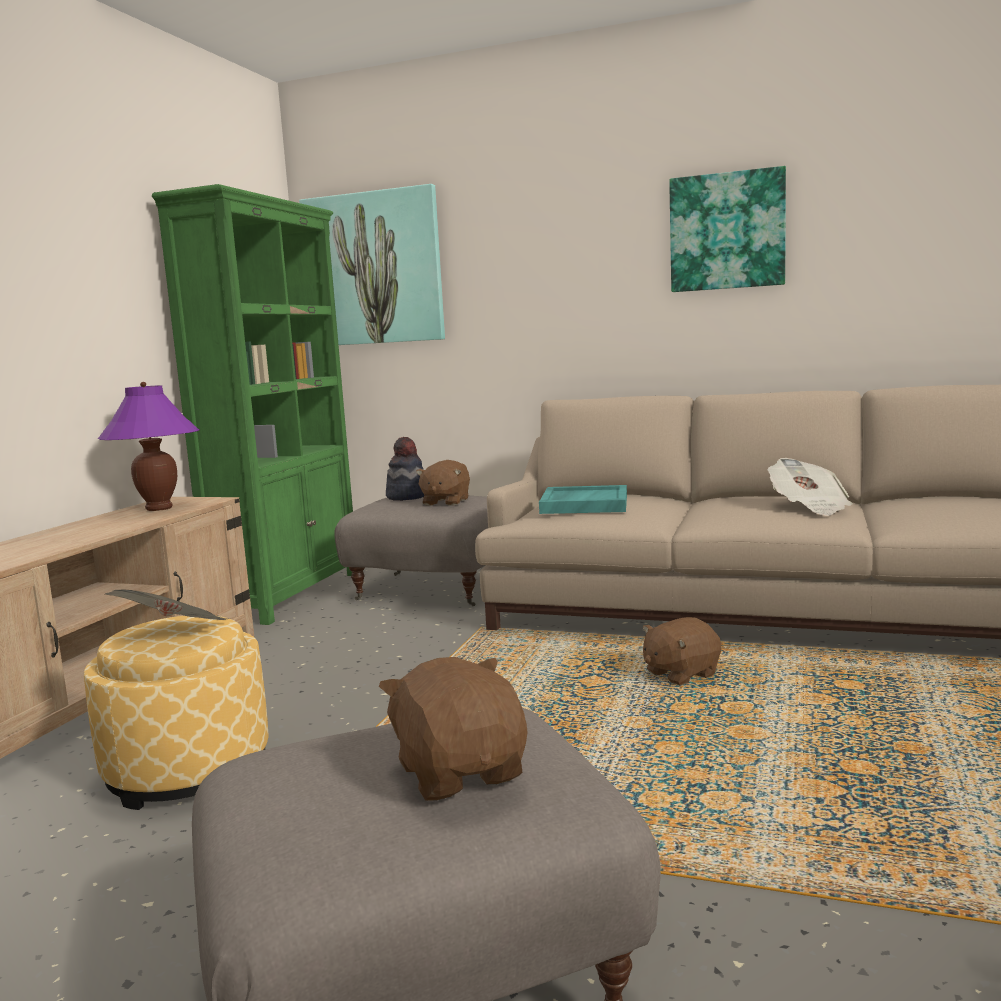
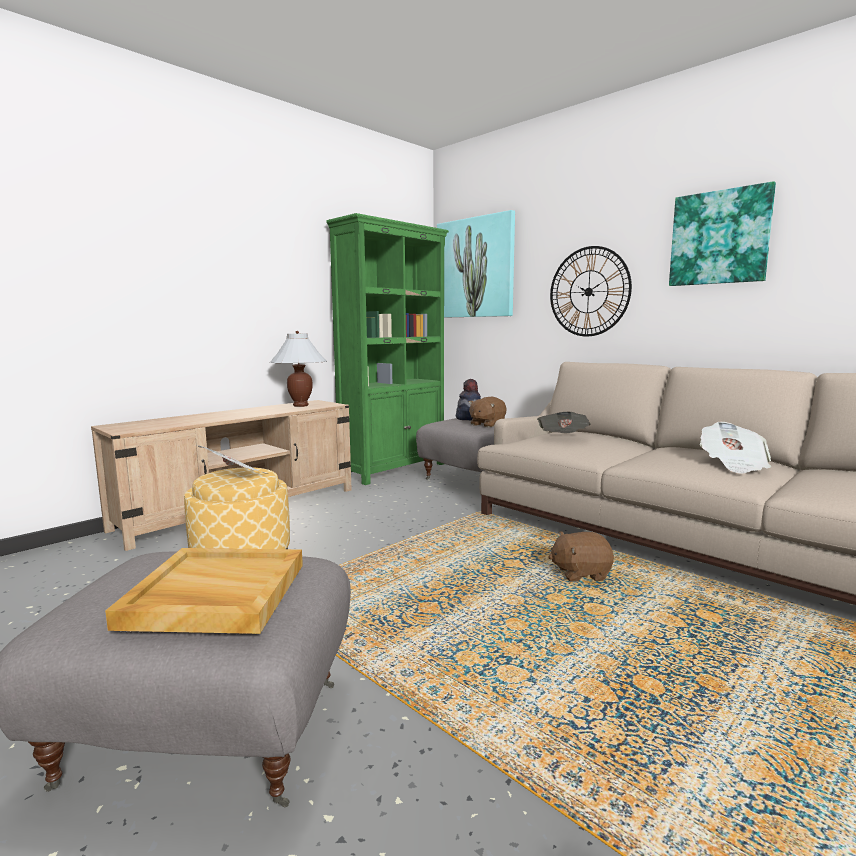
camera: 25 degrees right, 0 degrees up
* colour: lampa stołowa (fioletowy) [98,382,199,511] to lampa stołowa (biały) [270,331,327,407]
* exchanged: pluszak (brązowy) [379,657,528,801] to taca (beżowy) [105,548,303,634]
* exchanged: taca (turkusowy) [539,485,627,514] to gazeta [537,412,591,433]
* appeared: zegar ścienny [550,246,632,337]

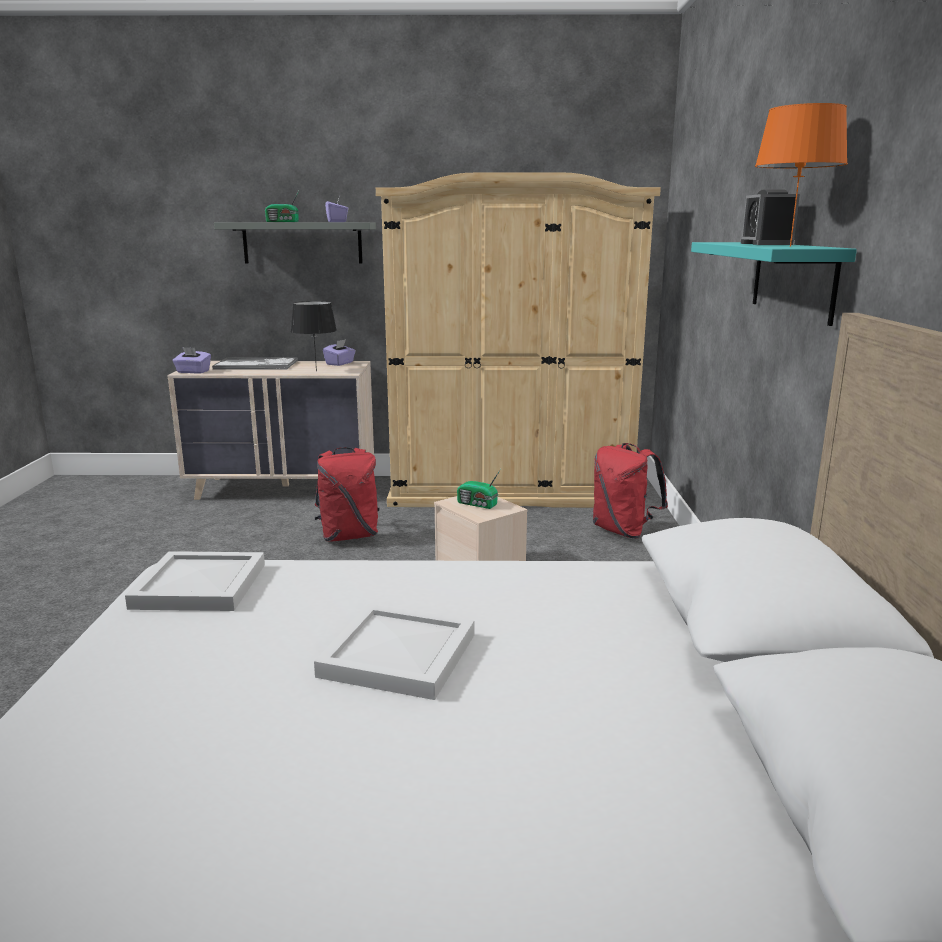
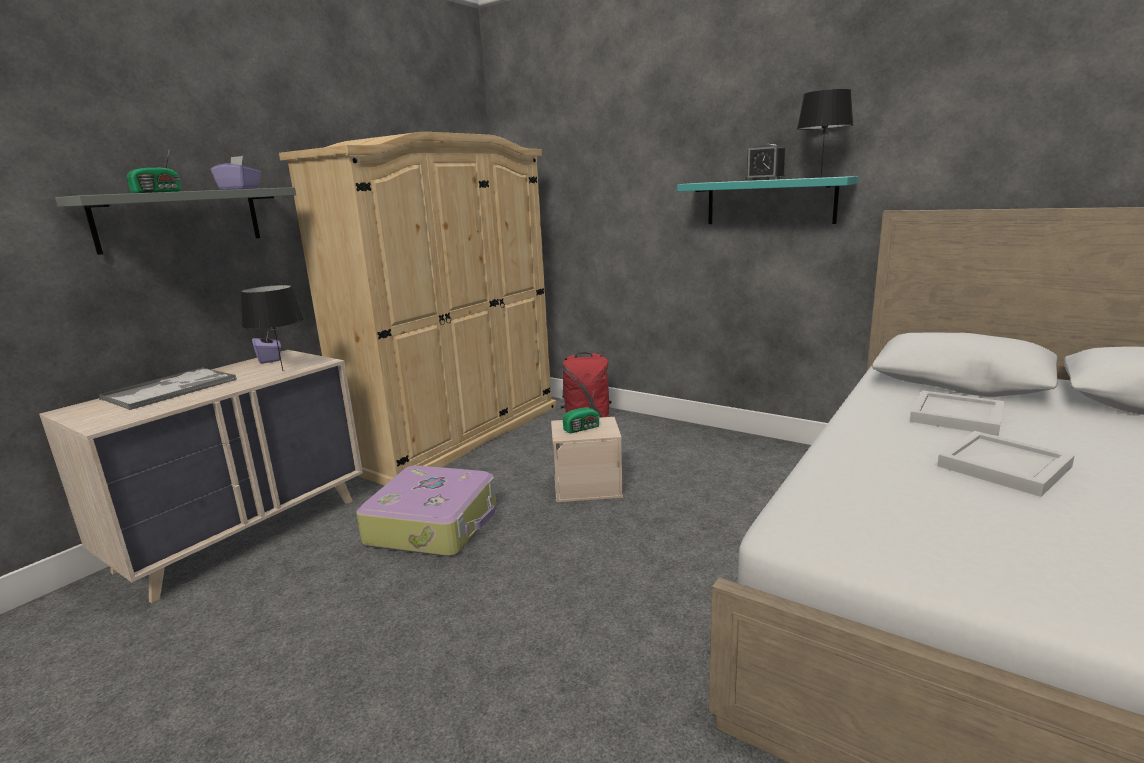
camera: 55 degrees left, 0 degrees up
* relocated: taca (biały) [125,551,265,611] to [910,390,1004,436]
* missing: pudełko chusteczek (fioletowy) [172,347,211,374]
* exchanged: plecak (czerwony) [315,447,380,542] to walizka [356,465,496,556]
* colour: lampa stołowa (pomarańczowy) [755,103,848,247] to lampa stołowa (czarny) [797,89,853,178]

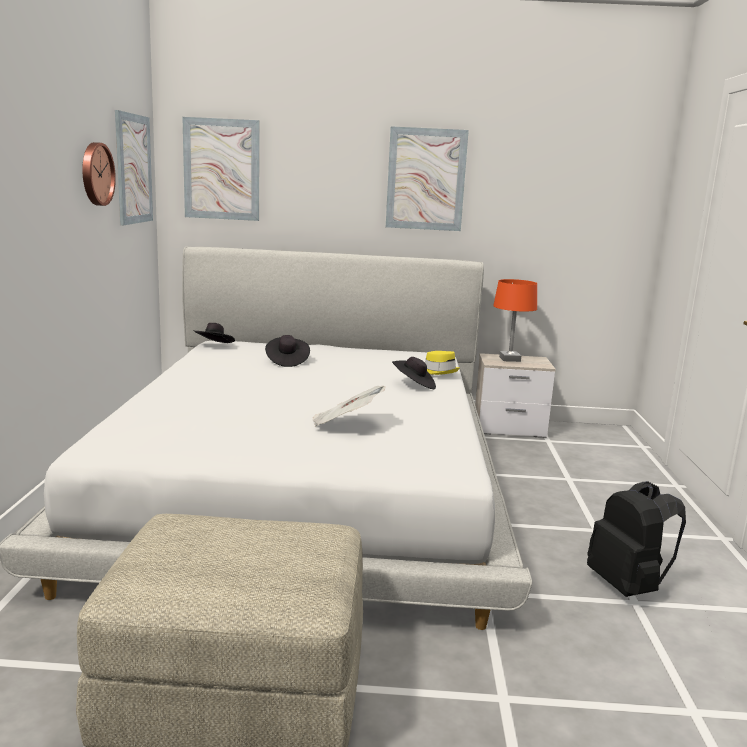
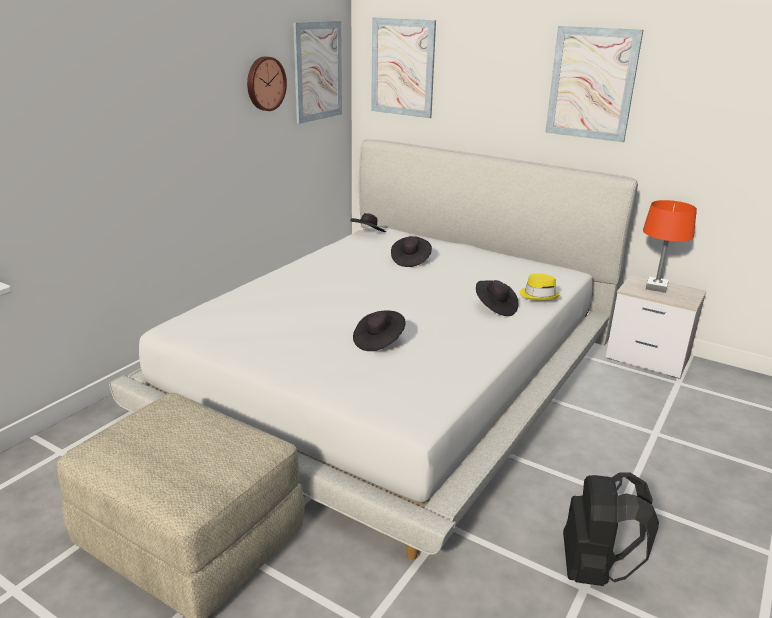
camera: 30 degrees right, 10 degrees up
* exchanged: gazeta [312,385,385,427] to kapelusz (czarny) [353,311,406,351]

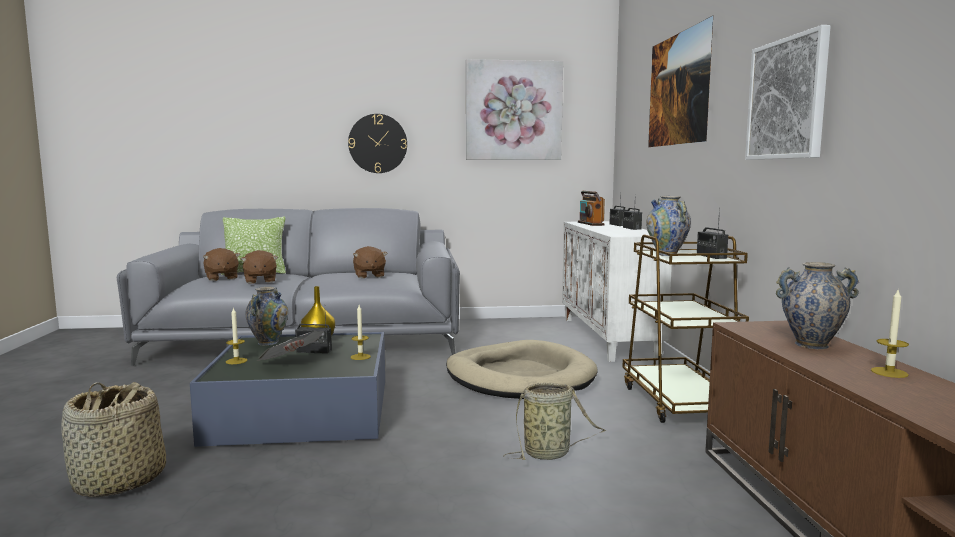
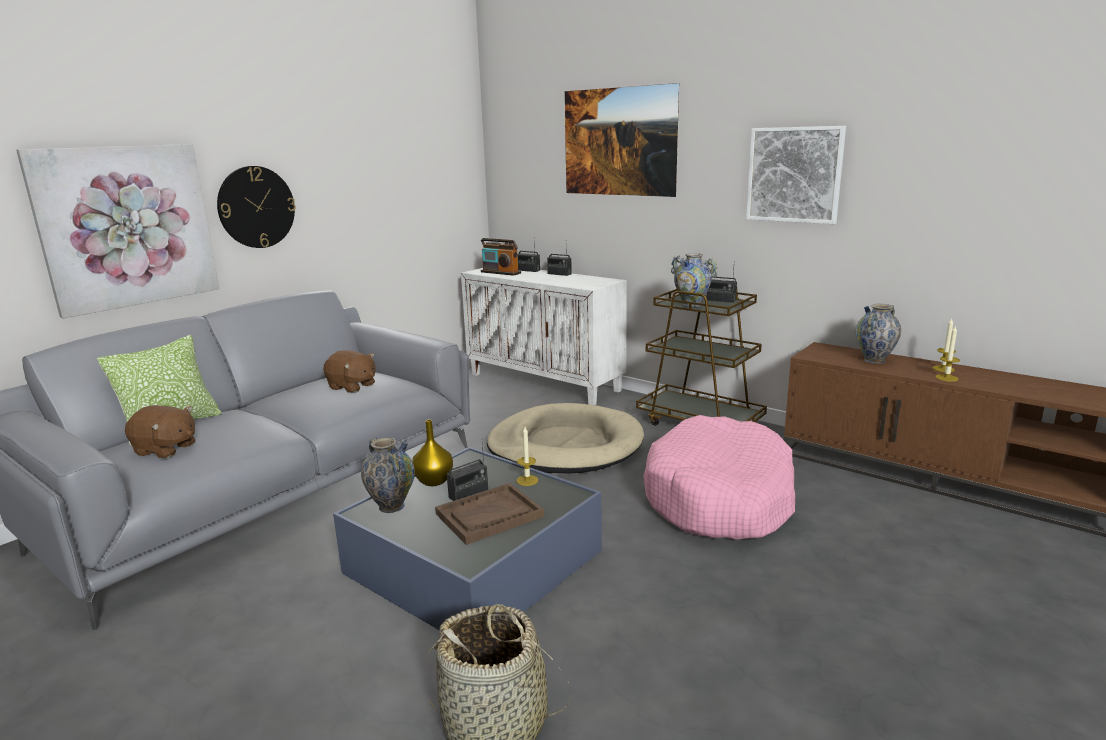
camera: 45 degrees left, 10 degrees up
* relocated: świeca [226,307,248,364] to [935,325,960,382]
* missing: pluszak (brązowy) [241,250,278,284]
* exchanged: gazeta [257,331,324,361] to taca (brązowy) [435,483,544,545]
* relocated: obraz [466,59,563,160] to [16,144,219,318]
* exchanged: koszyk [503,383,606,460] to legowisko (różowy) [643,415,795,539]

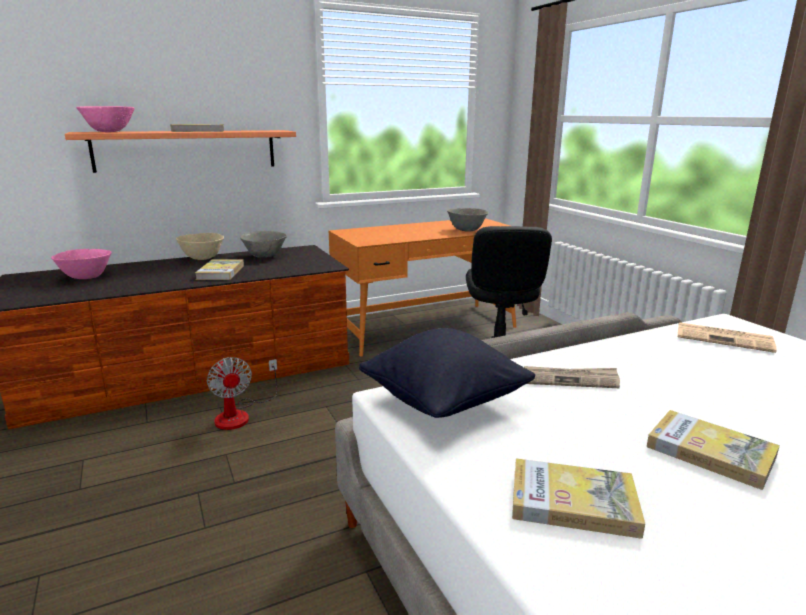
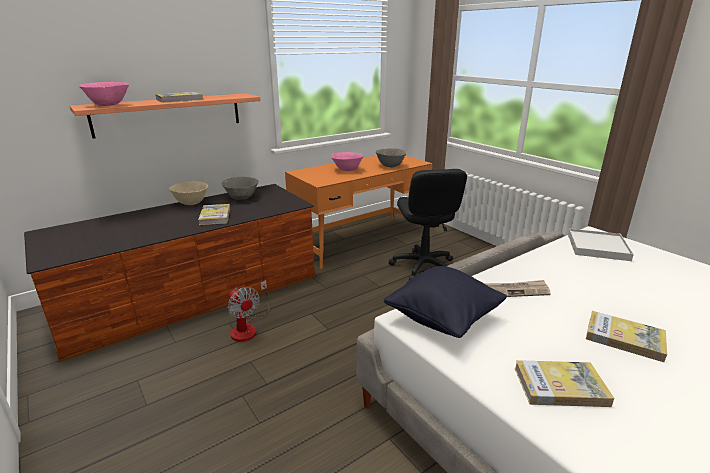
camera: 10 degrees left, 5 degrees up
* relocated: miska (różowy) [51,249,112,279] to [331,152,364,171]
* exchanged: gazeta [678,322,777,353] to taca (biały) [568,229,634,261]

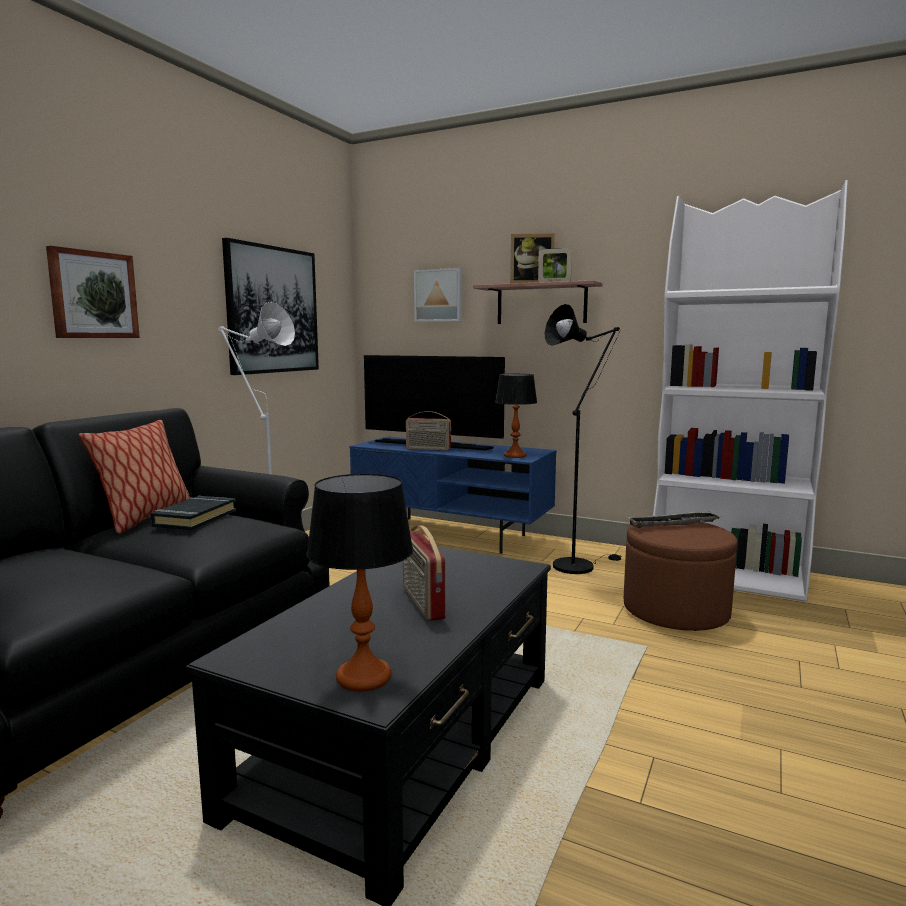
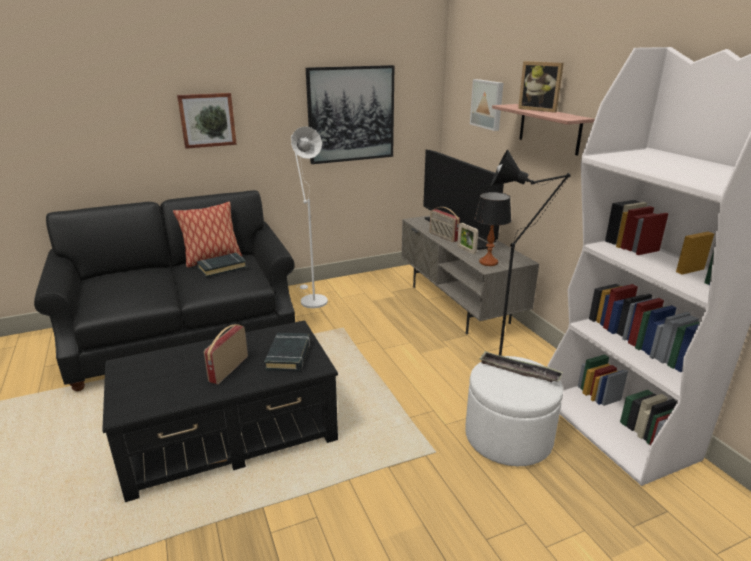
camera: 40 degrees right, 15 degrees up
* missing: lampa stołowa [306,474,413,691]
* colour: szafka pod telewizor (niebieski) [350,436,557,554] to szafka pod telewizor (szary) [402,215,539,334]
* relocated: ramka na zdjęcie [538,248,572,282] to [457,223,478,254]
* colour: pufa (brązowy) [624,522,737,631] to pufa (biały) [465,356,563,466]
* appeared: książka (czarny) [264,333,310,371]

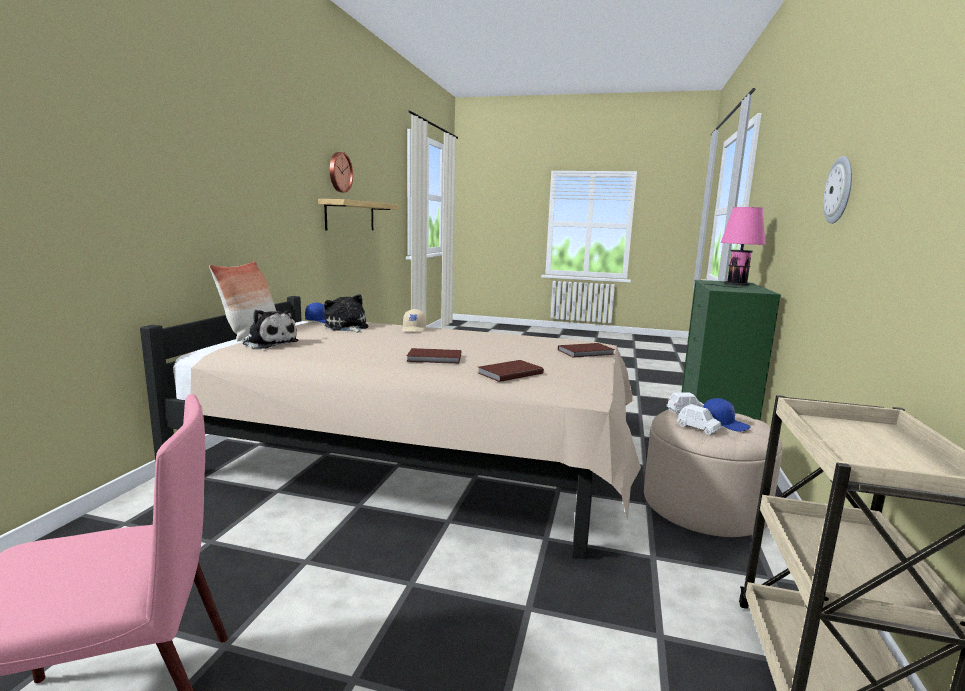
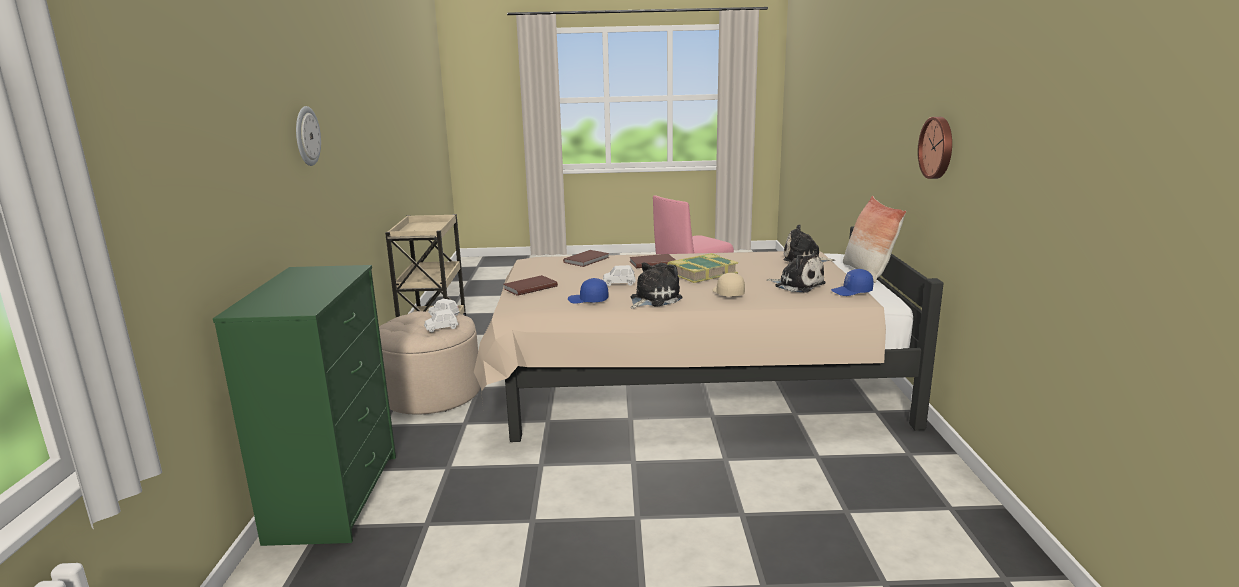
camera: 165 degrees right, 5 degrees up
* missing: półka [318,199,398,231]
* relocated: zegar ścienny [330,152,353,192] to [918,117,952,179]
* relocated: czapka z daszkiem (niebieski) [703,398,750,432] to [568,278,608,304]
* missing: lampa stołowa (różowy) [704,207,766,288]
* appeared: samochodzik (biały) [603,265,636,286]
* appeared: pluszak [630,262,683,309]
* appeared: książka [667,253,738,283]

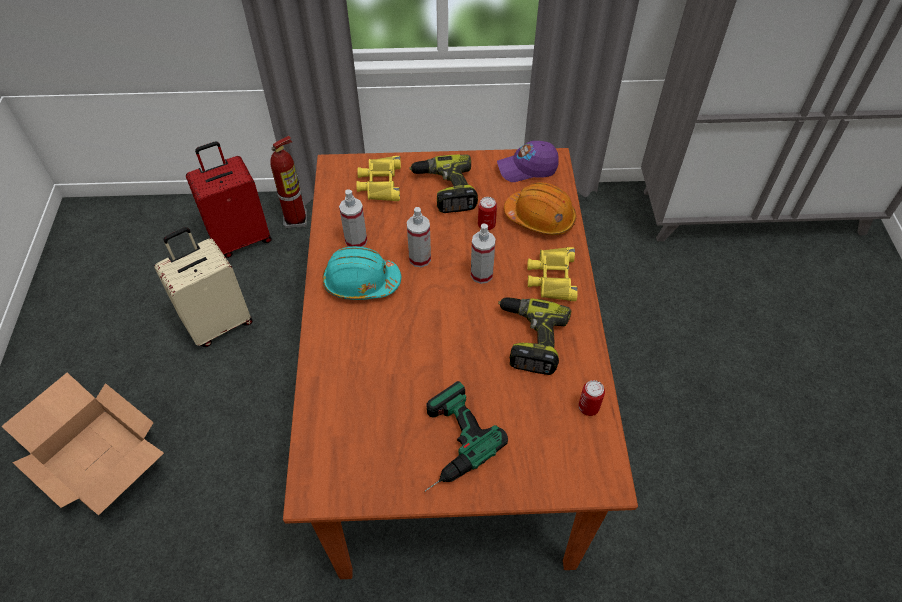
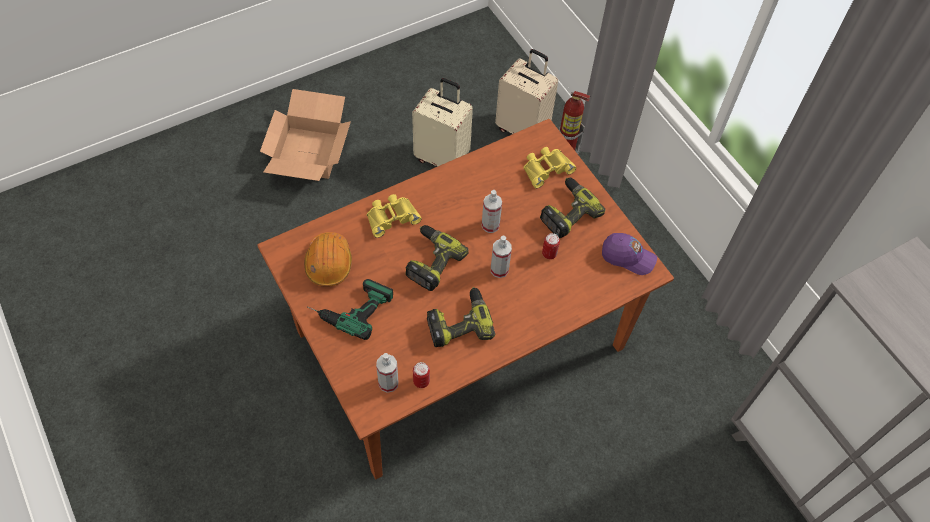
camera: 60 degrees right, 5 degrees up
* colour: walizka (czerwony) [186,141,272,258] to walizka (beżowy) [495,49,558,134]
* missing: kask (turkusowy) [323,246,401,300]
* relocated: spryskiwacz [339,189,367,247] to [376,353,398,393]
* spun: czapka z daszkiem (fioletowy) [497,141,559,182] = [602,233,657,275] 150 degrees clockwise
* relocated: kask (pomarańczowy) [504,182,576,235] to [304,232,352,287]
* relocated: lornetka (żółty) [527,247,578,301] to [367,194,422,238]
* appeared: wiertarka [405,225,469,291]

